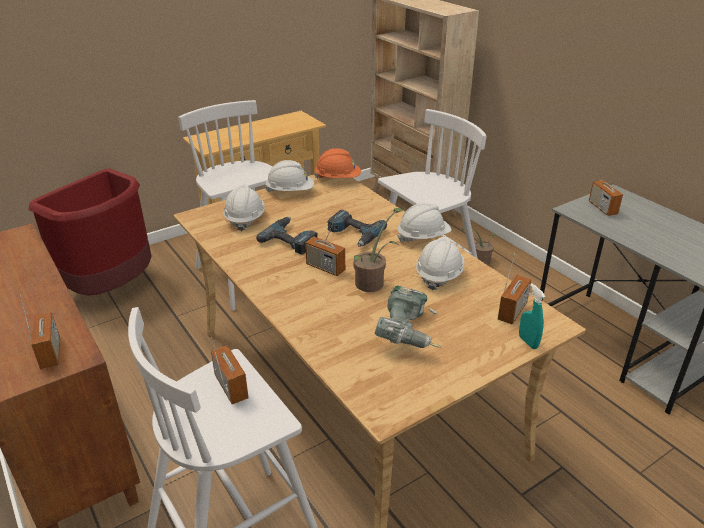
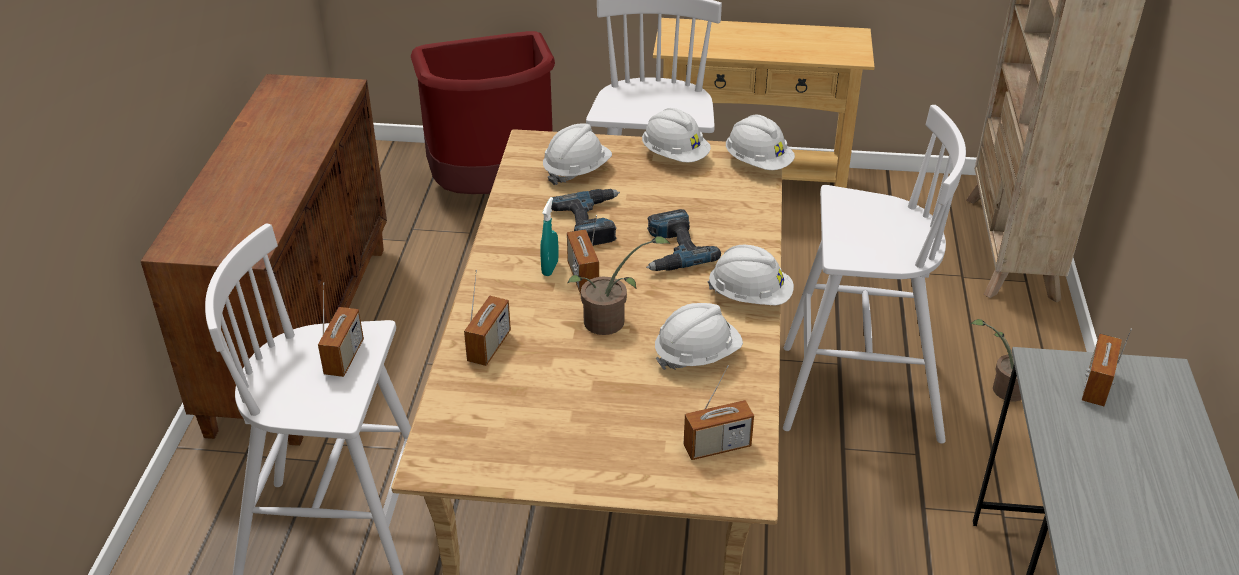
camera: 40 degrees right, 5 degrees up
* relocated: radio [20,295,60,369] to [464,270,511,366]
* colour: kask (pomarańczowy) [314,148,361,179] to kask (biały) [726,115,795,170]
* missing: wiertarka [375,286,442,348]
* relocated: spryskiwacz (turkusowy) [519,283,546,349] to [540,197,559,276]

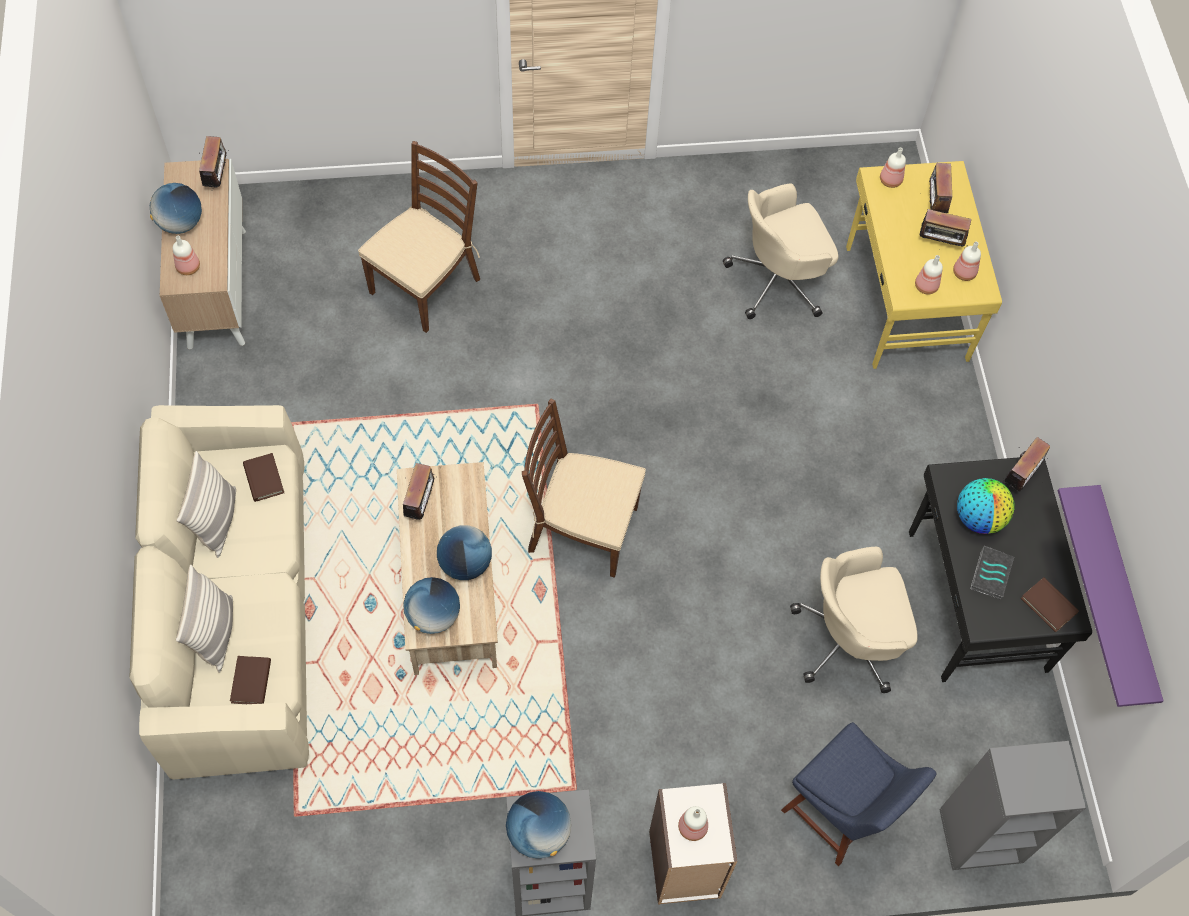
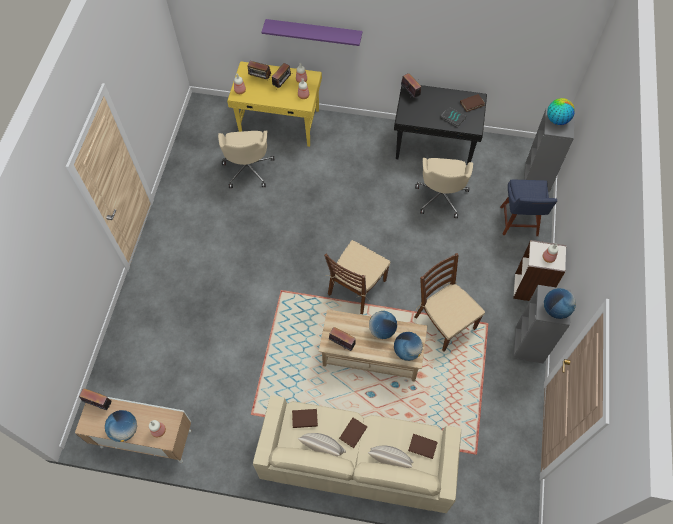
camera: 70 degrees left, 0 degrees up
* relocated: krzesło (brązowy) [358,141,480,333] to [414,253,485,352]
* spun: krzesło (niebieski) [781,722,937,866] = [500,180,557,236] 120 degrees clockwise
* relocated: globus [957,478,1015,534] to [547,98,575,125]
* relocated: półka (fioletowy) [1058,485,1164,707] to [261,19,363,46]
* appeared: książka (brązowy) [339,418,367,448]

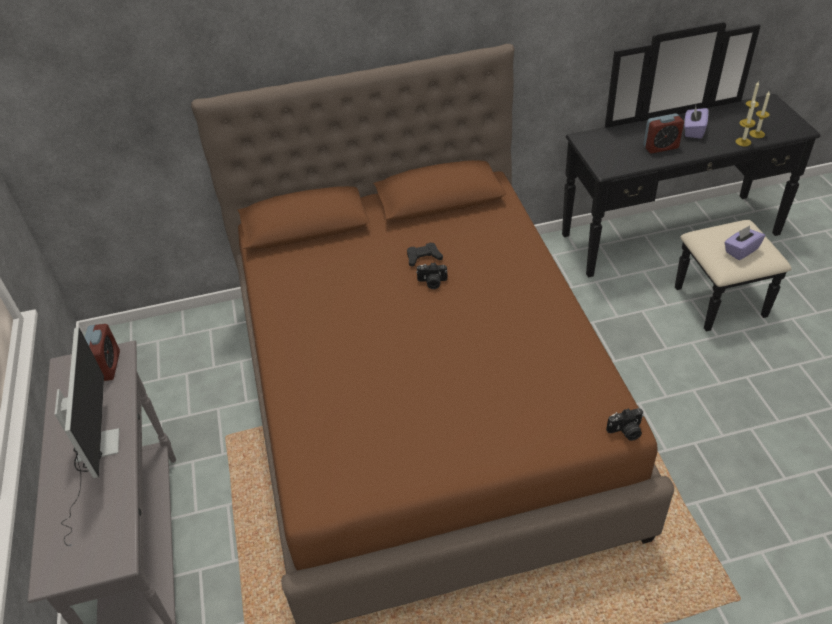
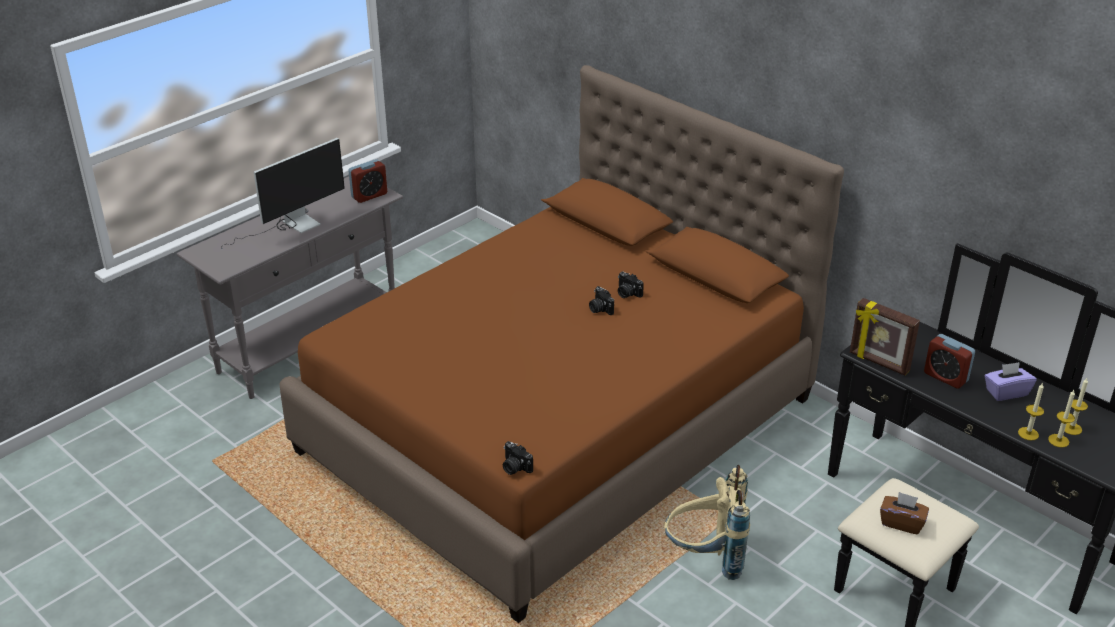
camera: 55 degrees right, 10 degrees down
* exchanged: pad do gier (czarny) [407,243,443,267] to aparat fotograficzny [618,271,644,298]
* colour: pudełko chusteczek (fioletowy) [724,225,765,260] to pudełko chusteczek (brązowy) [880,492,929,534]
* appeared: plecak (beżowy) [664,465,750,580]
* appeared: ramka na zdjęcie [850,298,920,376]

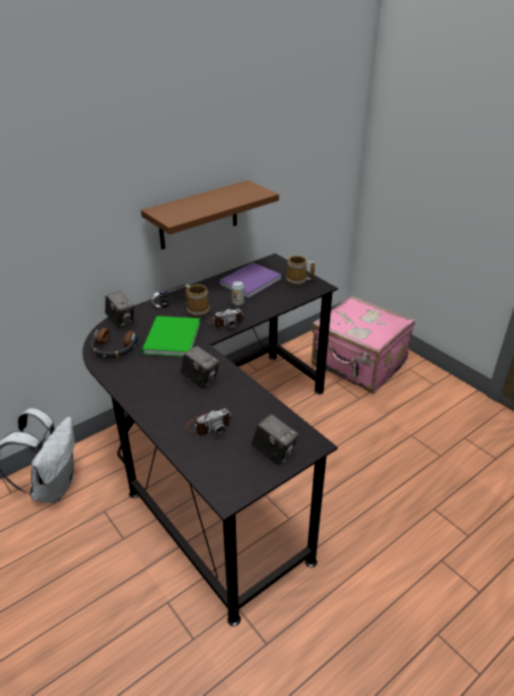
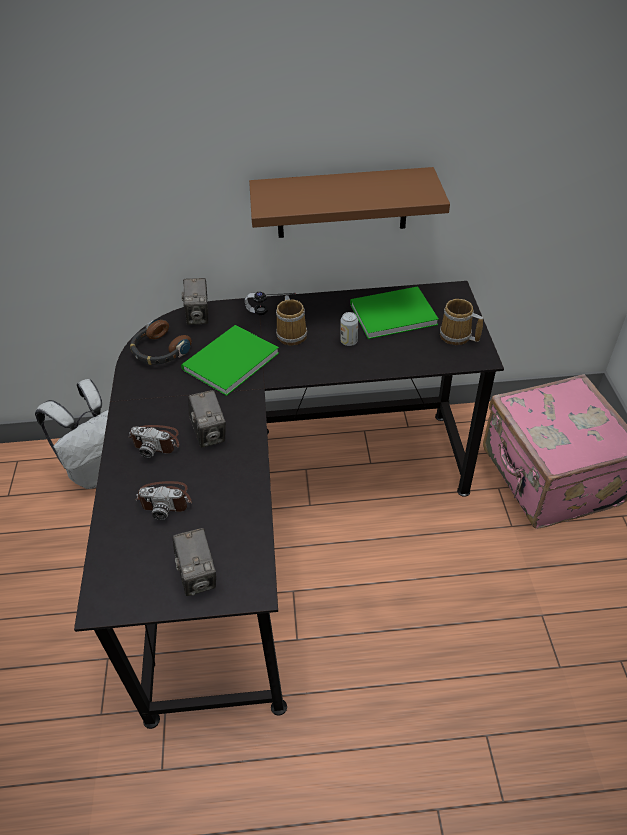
camera: 35 degrees right, 10 degrees up
* relocated: aparat fotograficzny [207,309,244,328] to [129,425,179,458]
* colour: książka (fioletowy) [218,263,282,298] to książka (zielony) [350,286,439,339]

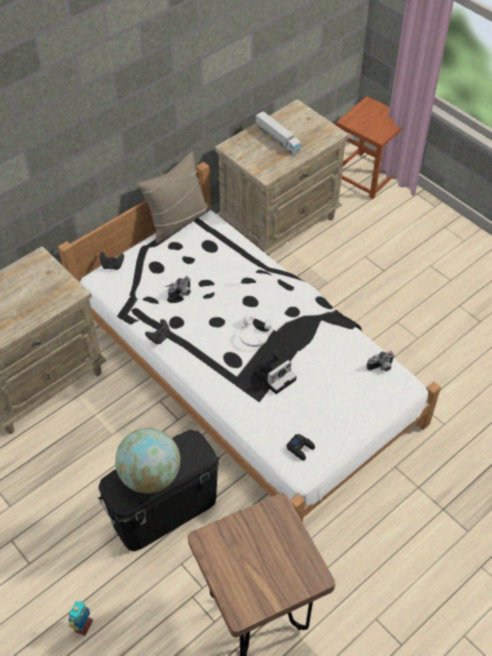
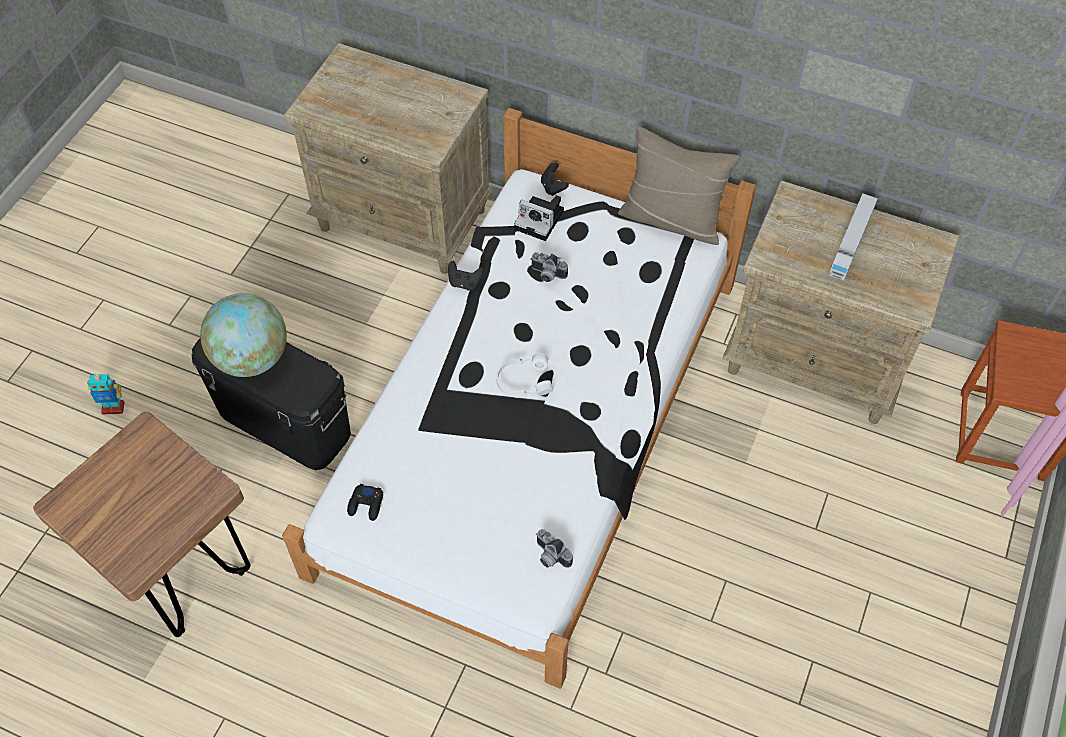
camera: 65 degrees right, 5 degrees up
* relocated: aparat fotograficzny [254,351,297,394] to [514,195,564,241]

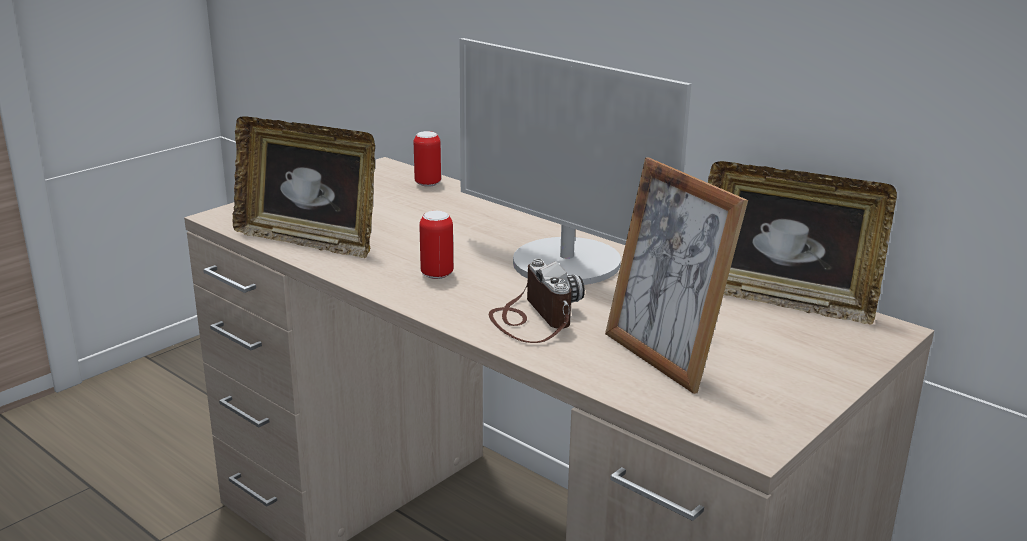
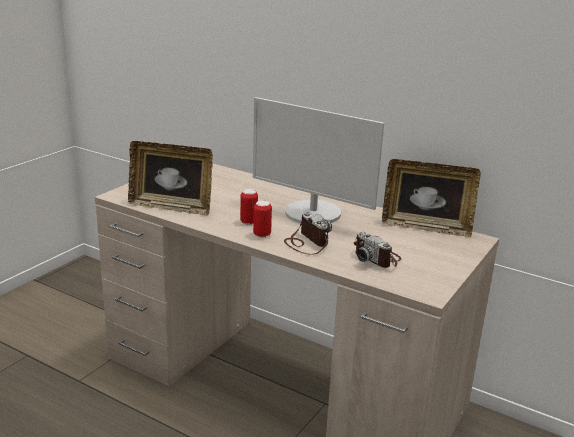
camera: 10 degrees left, 0 degrees up
* relocated: puszka [414,131,441,187] to [253,200,272,237]
* exchanged: ramka na zdjęcie [605,157,748,394] to aparat fotograficzny [354,232,402,268]

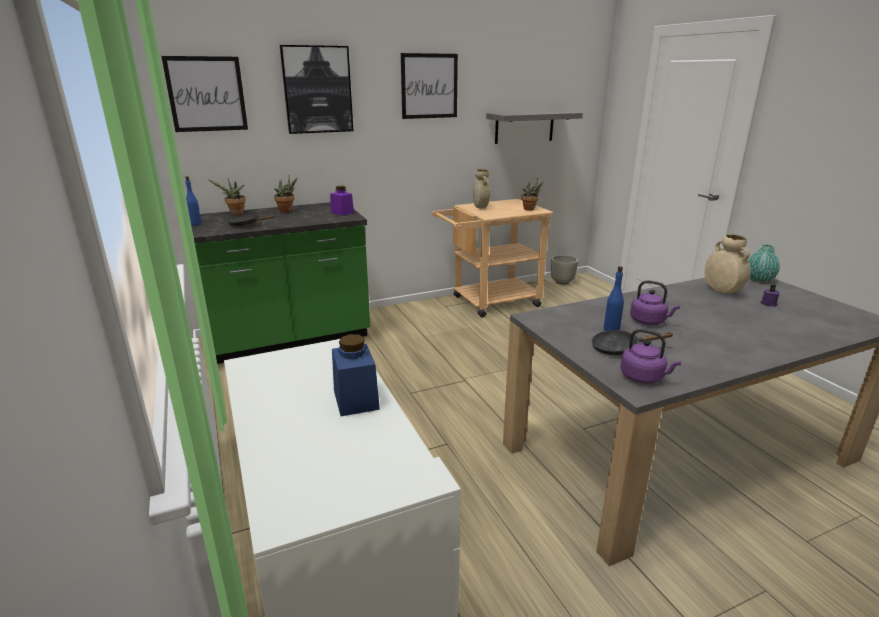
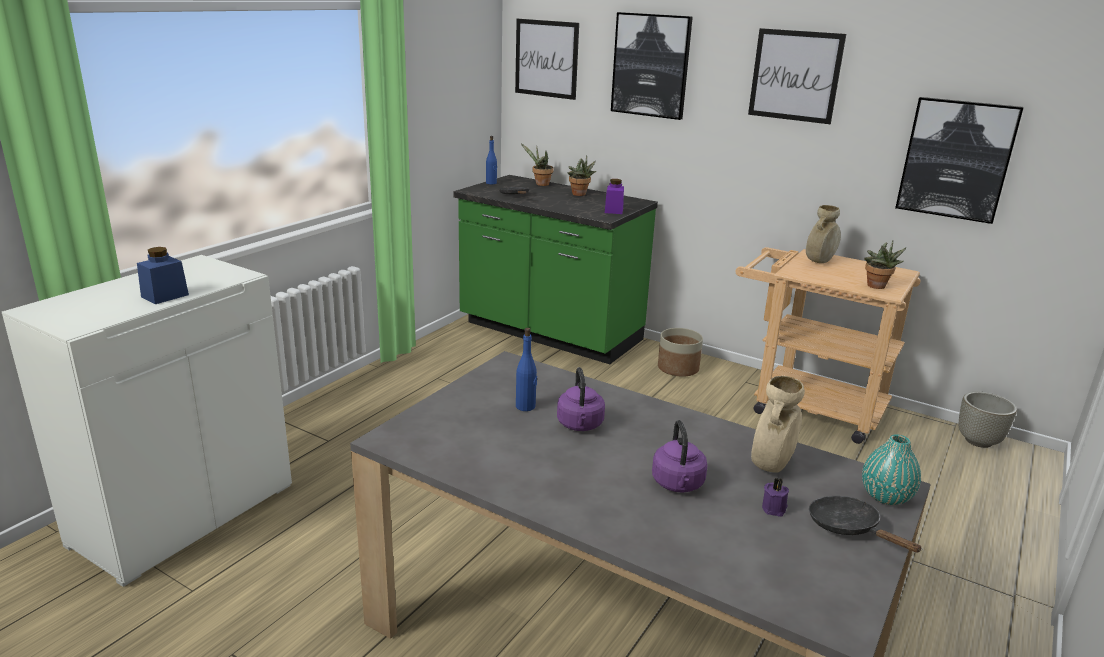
camera: 55 degrees right, 0 degrees up
* exchanged: półka (szary) [486,111,583,144] to obraz [895,97,1024,224]
* relocated: patelnia (czarny) [591,330,674,355] to [809,496,922,552]
* relocated: czajnik (fioletowy) [620,329,682,384] to [652,420,708,493]
* appeared: donica [658,328,703,377]

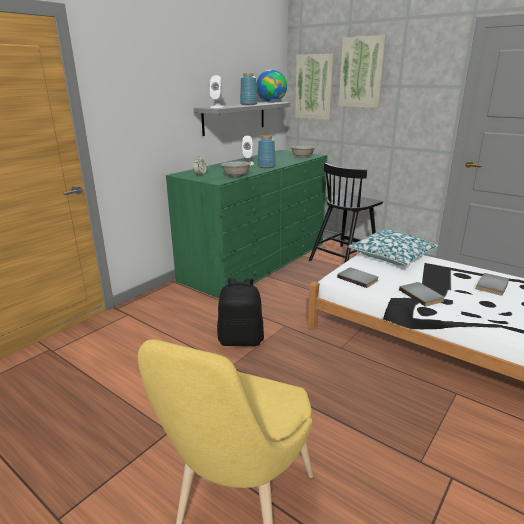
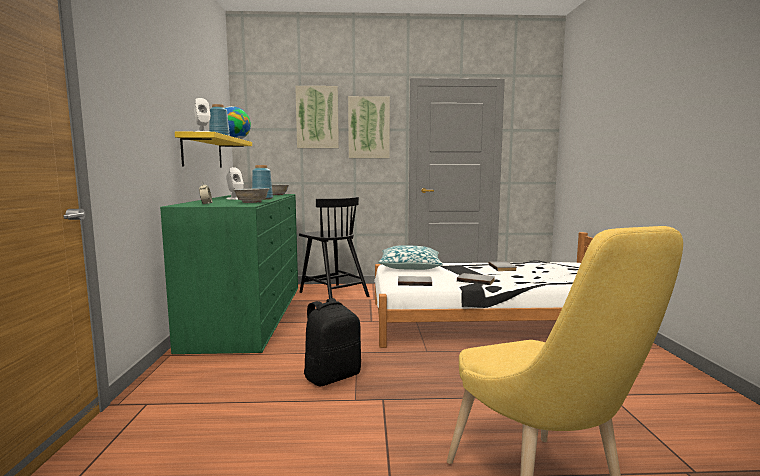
camera: 40 degrees left, 15 degrees down
* colour: półka (szary) [193,102,290,136] to półka (żółty) [175,132,252,168]
* relocated: obraz [295,54,335,120] to [348,96,390,158]
* spun: krzesło (czarny) [309,163,383,263] = [299,197,370,299] 45 degrees counterclockwise

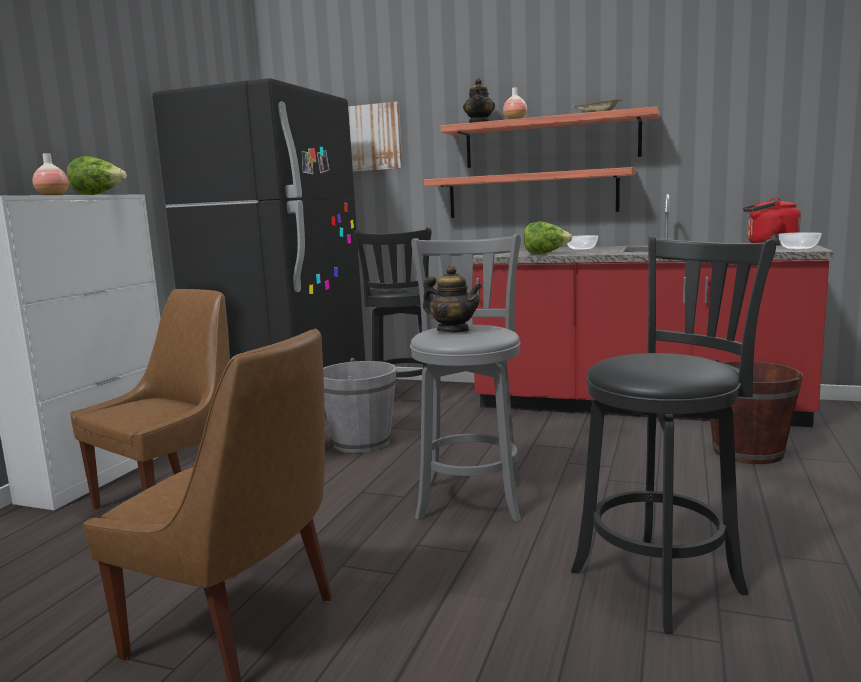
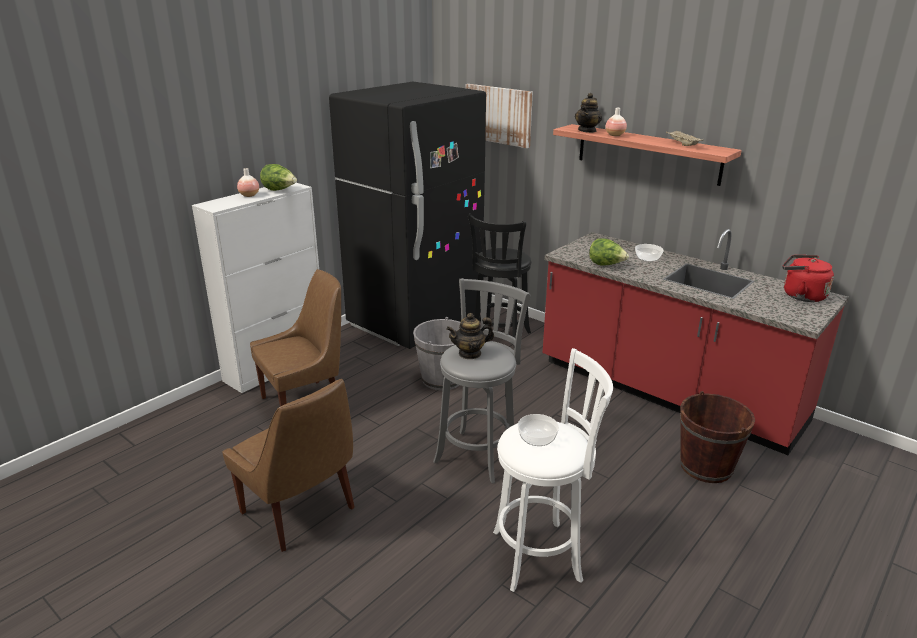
camera: 20 degrees right, 15 degrees up
* spun: imbryk [423,265,482,332] = [446,313,494,359] 105 degrees clockwise
* missing: półka [424,167,636,218]
* colour: stołek (czarny) [571,237,776,634] to stołek (biały) [493,348,613,592]
* relocated: miska [778,232,822,250] to [518,414,559,446]

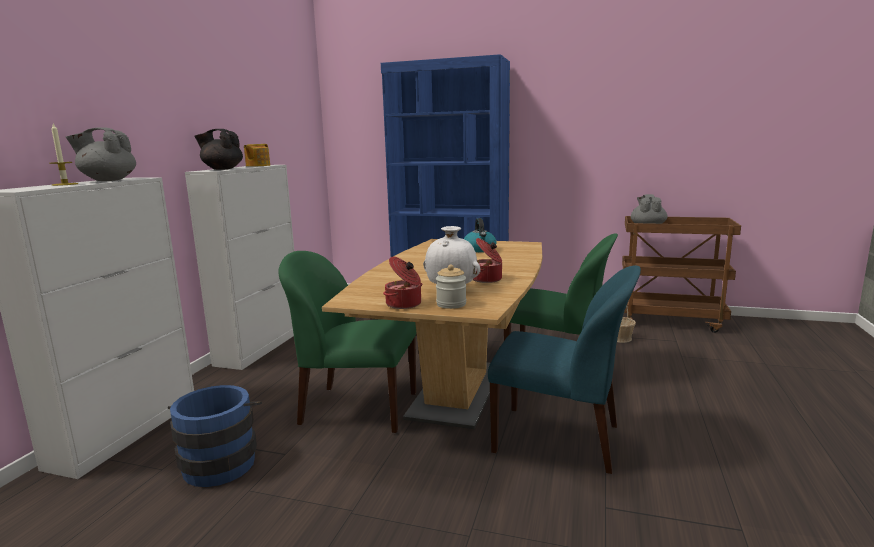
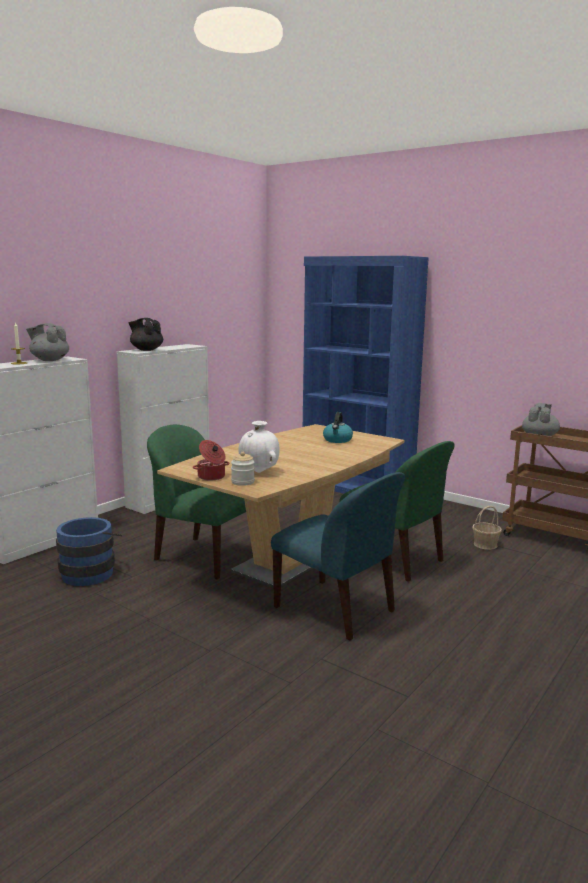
camera: 20 degrees right, 0 degrees up
* missing: imbryk [244,144,270,167]
* missing: garnek [473,238,502,283]

